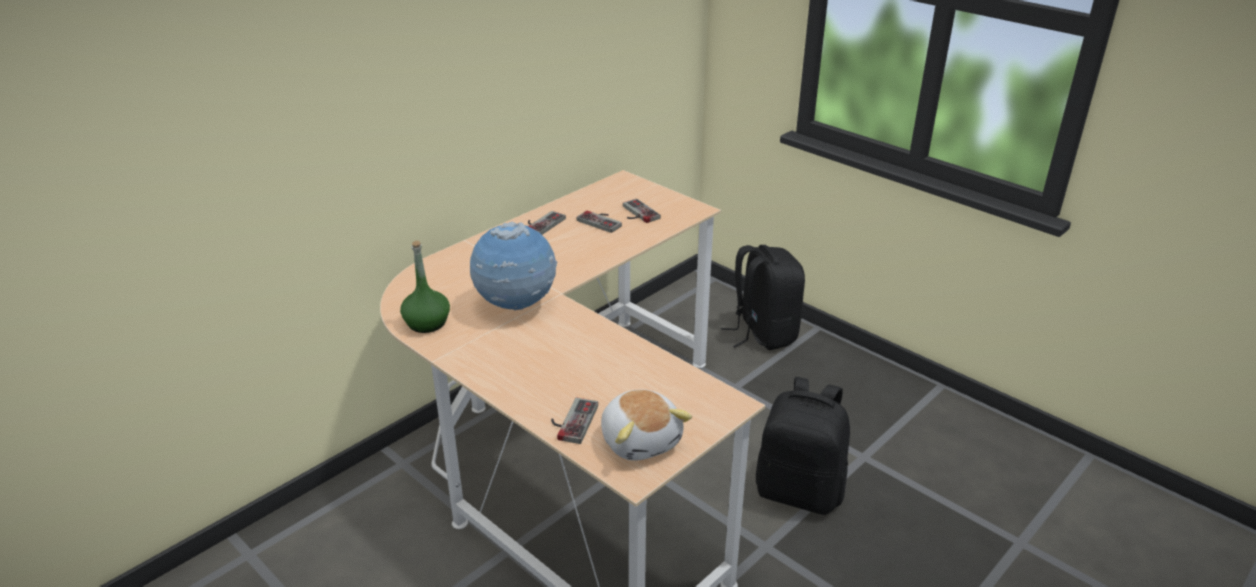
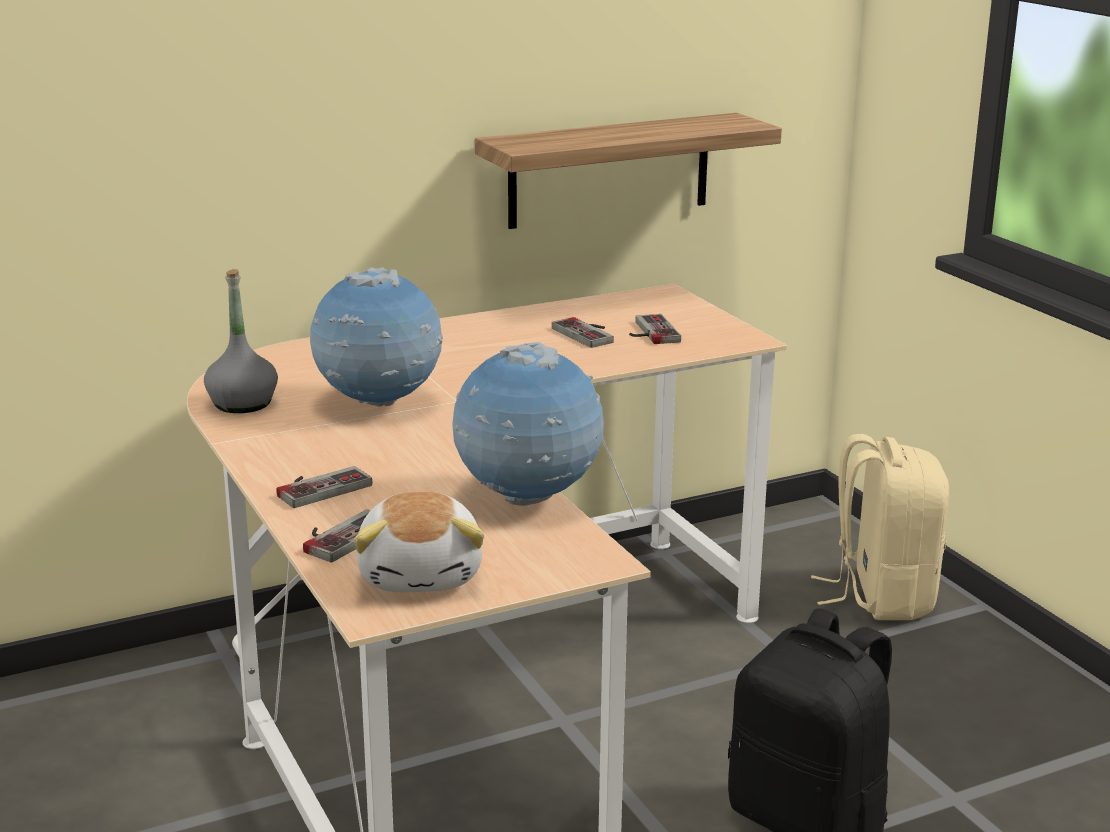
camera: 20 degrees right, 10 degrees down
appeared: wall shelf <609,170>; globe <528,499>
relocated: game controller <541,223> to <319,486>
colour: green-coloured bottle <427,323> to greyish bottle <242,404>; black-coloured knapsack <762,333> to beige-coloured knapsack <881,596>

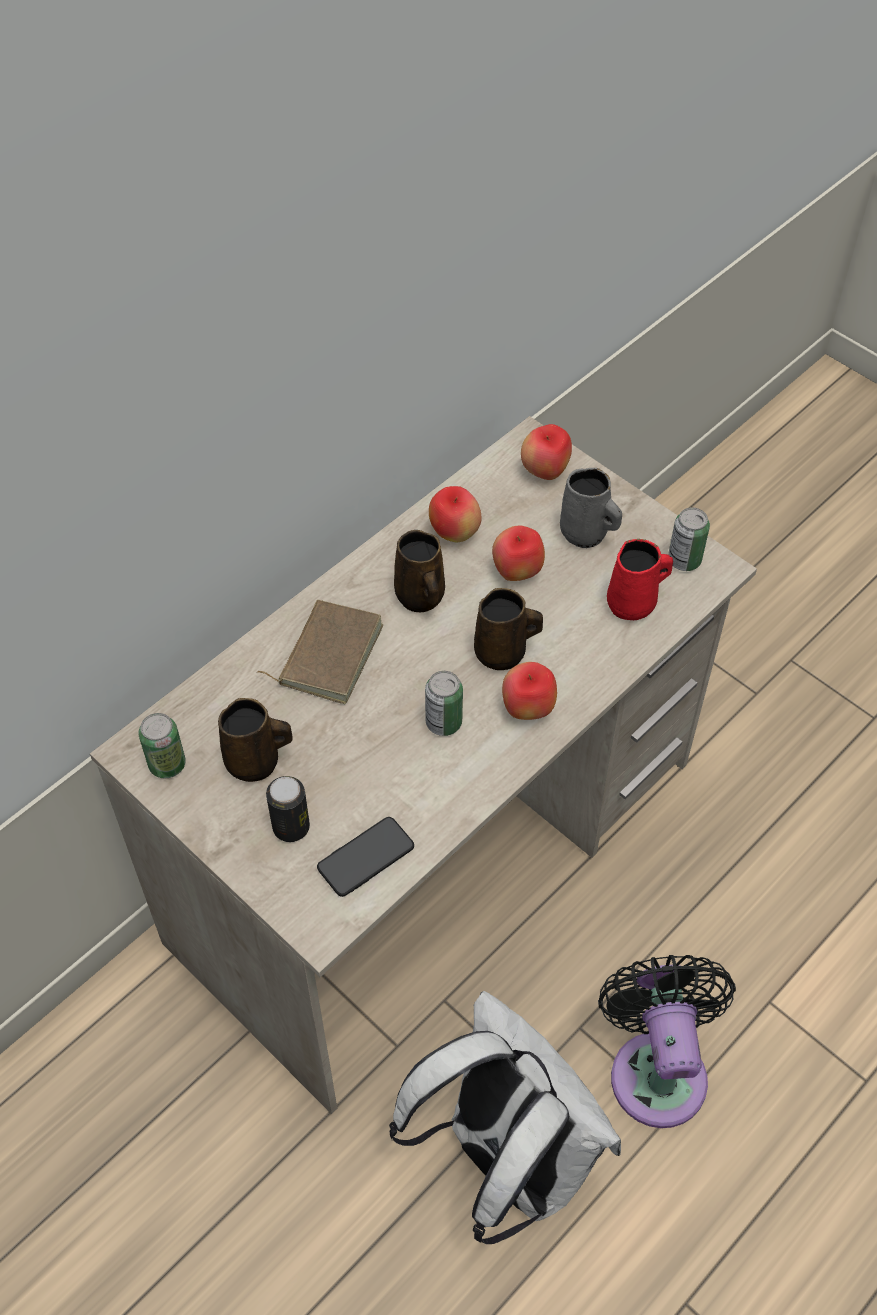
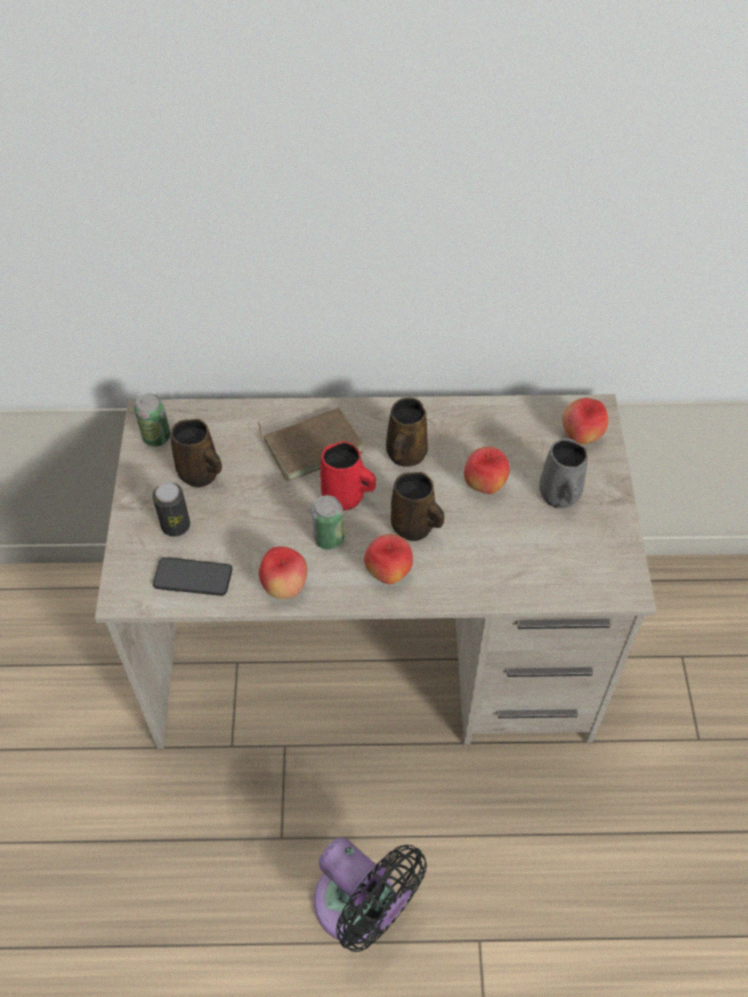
camera: 45 degrees right, 0 degrees up
missing: metal can <684,560>; whitish knapsack <506,1158>
relocated: whole apple <454,533> to <285,587>; reddish coffee mug <633,603> to <346,497>
spun: black-coloured electric fan <657,1068> = <361,907> 90 degrees clockwise

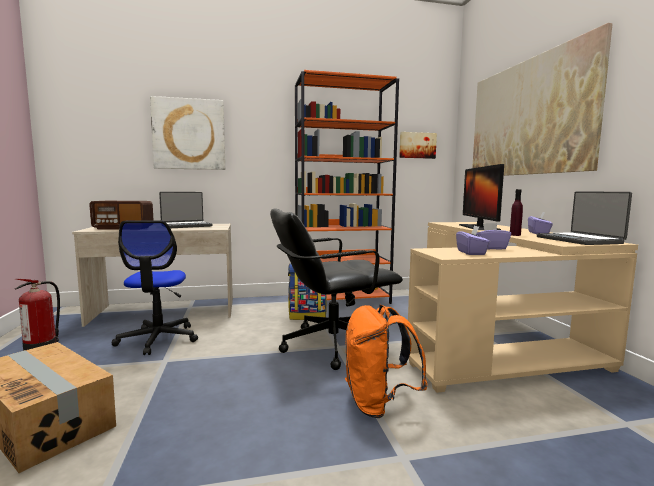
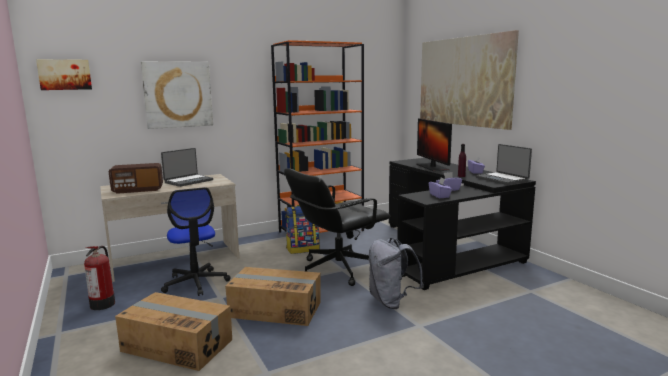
camera: 15 degrees left, 5 degrees up
appeared: cardboard box <275,309>
relocated: wall picture <417,145> to <65,74>
colour: beige-coloured desk <494,338> to black-coloured desk <448,250>; orangey knapsack <378,404> to greyish knapsack <391,302>

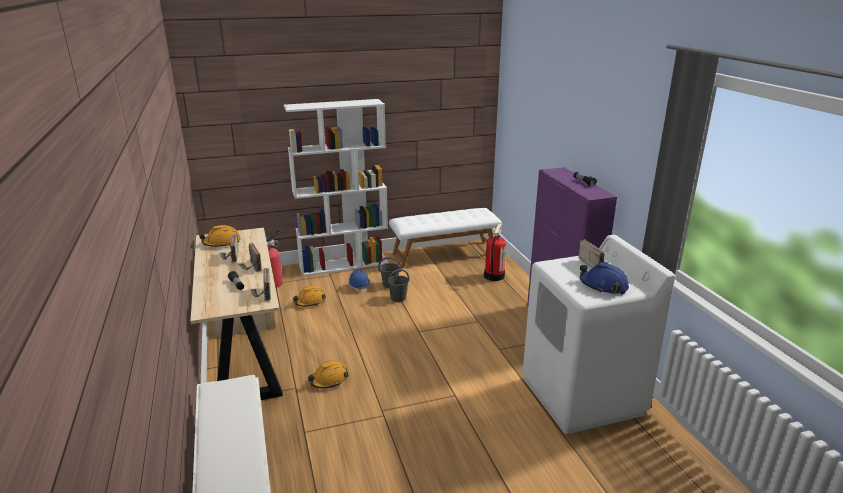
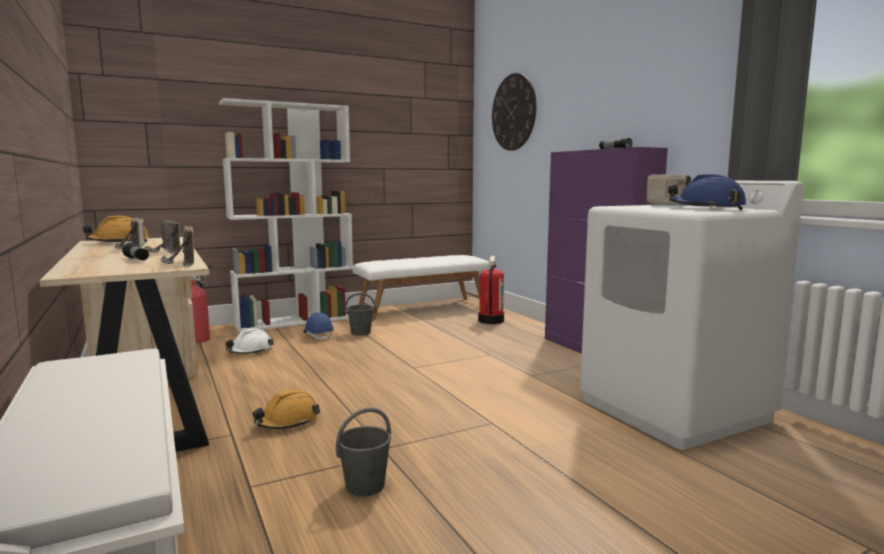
camera: 10 degrees left, 15 degrees down
appeared: wall clock <513,112>
relocated: greyish bucket <398,298> to <366,485>
colour: orangey safety helmet <310,301> to whitish safety helmet <250,351>

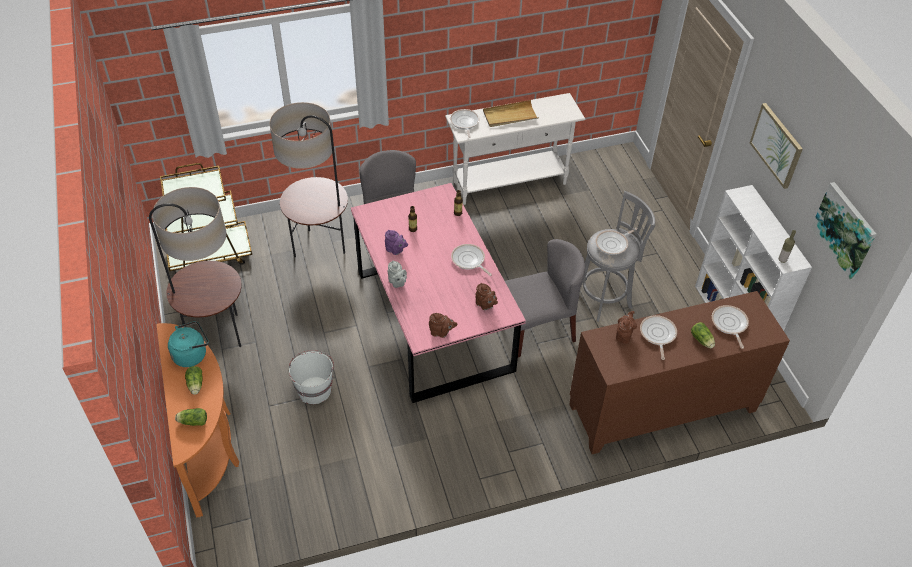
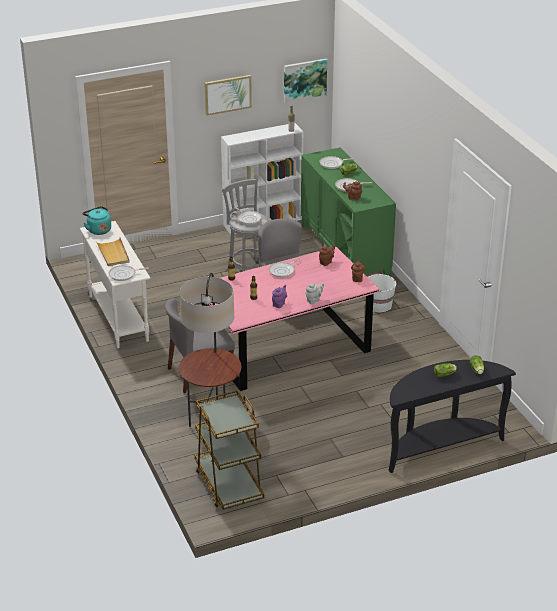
camera: 95 degrees left, 15 degrees down
missing: floor lamp <217,334>
relocated: turquoise water kettle <192,354> to <98,230>; whitish bucket <314,389> to <378,305>
colour: brownish cabinet <662,409> to green-coloured cabinet <345,249>; orangey narrow table <209,444> to black-coloured narrow table <439,446>

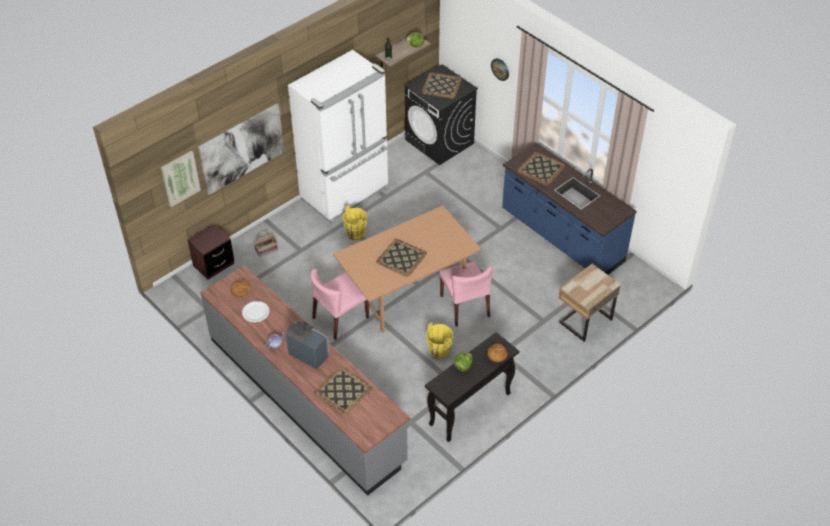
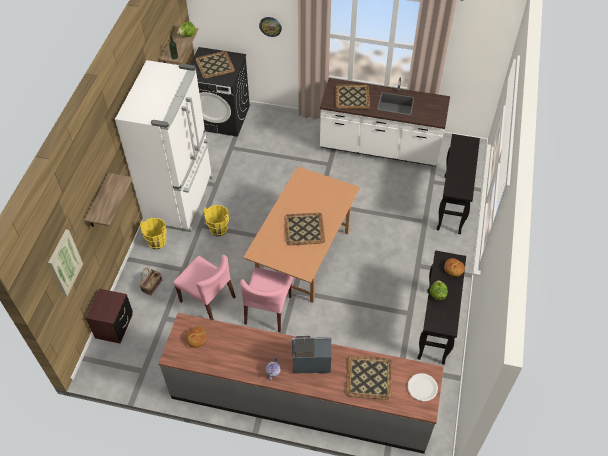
camera: 35 degrees left, 5 degrees up
relocated: pinkish plain chair <465,306> to <208,299>; whitish dinner plate <256,312> to <422,387>; yellow bucket <439,351> to <157,242>
exchanged: wall picture <242,148> to wall shelf <98,202>; beige-coloured nightstand <584,320> to black-coloured narrow table <452,205>
colour: blue-coloured kitchen counter <561,237> to whitish kitchen counter <379,148>

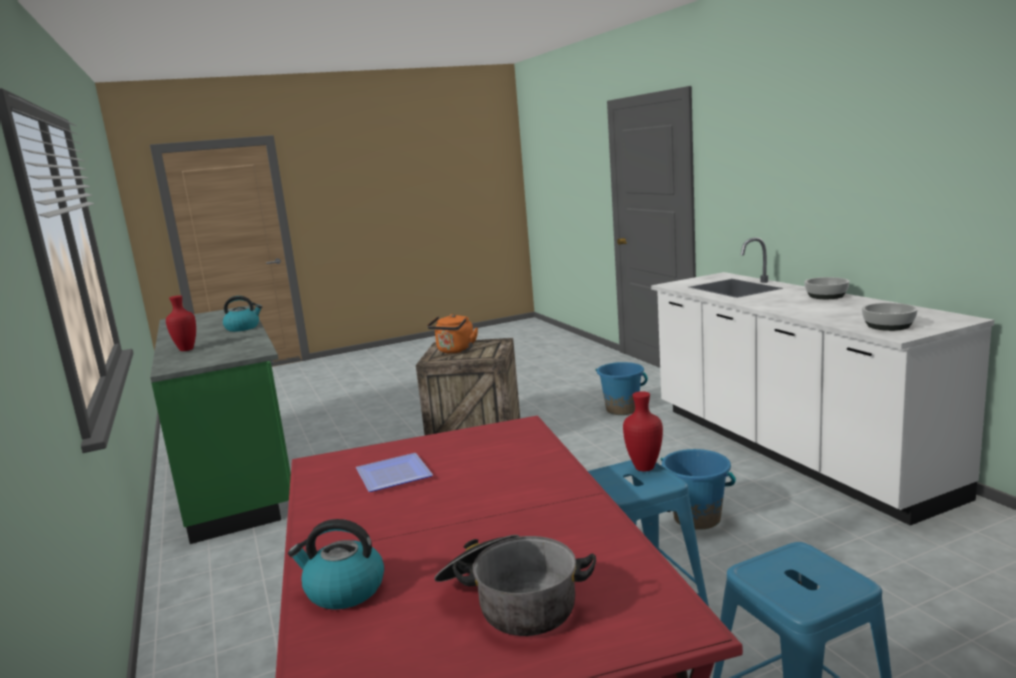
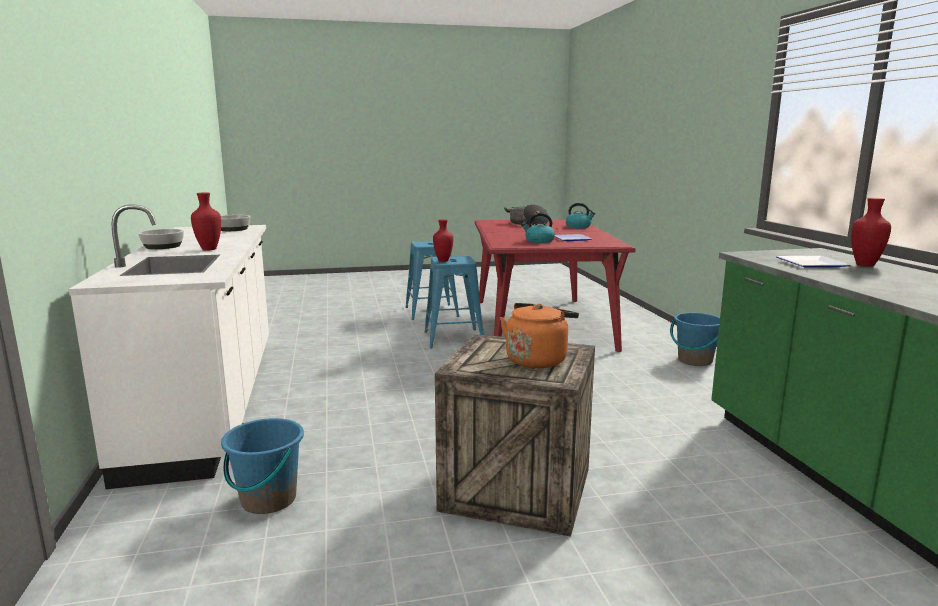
camera: 170 degrees left, 0 degrees up
appeared: reddish flower vase <210,249>; dinner plate <808,264>
relocated: water kettle <243,328> to <539,241>; blue-coloured bucket <697,518> to <694,360>

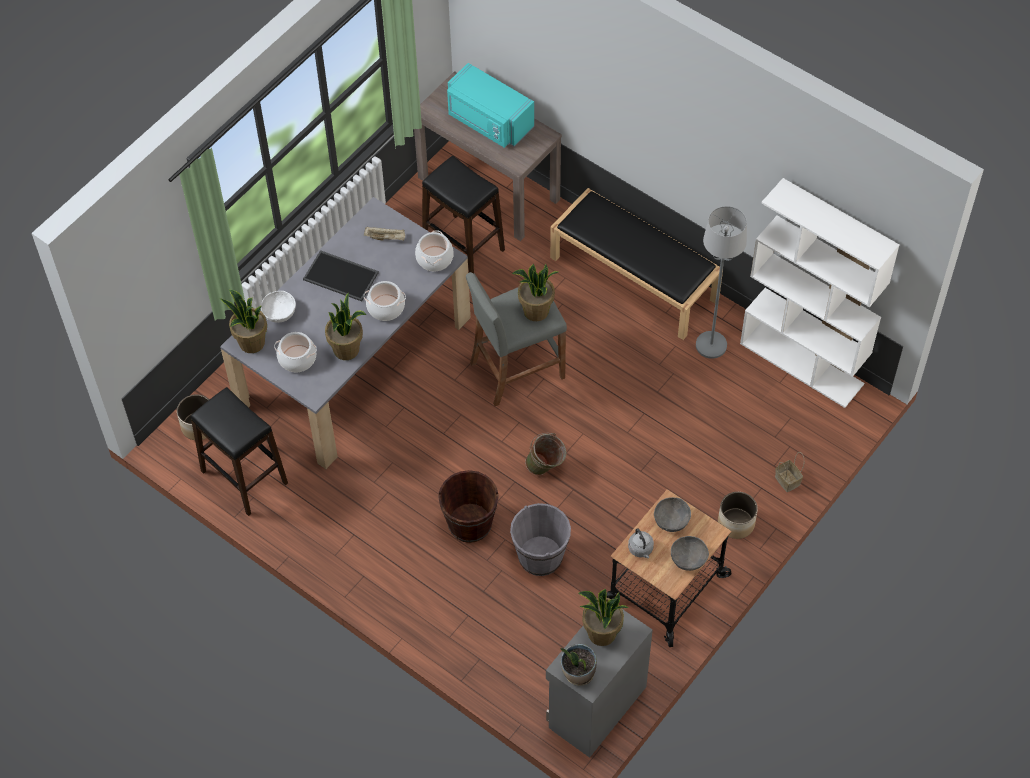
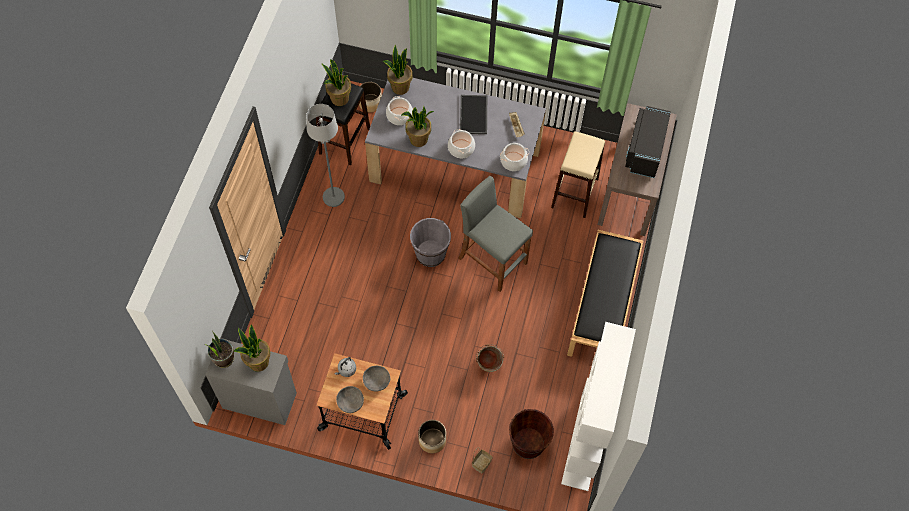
camera: 65 degrees right, 5 degrees up
missing: whitish deep dish <279,313>
relocated: greyish floor lamp <711,345> to <333,197>; potted plant <536,311> to <339,99>; green-coloured bucket <546,468> to <488,366>; brownish bucket <470,524> to <528,443>; greyish bucket <540,556> to <430,254>
colour: turquoise microwave <488,121> to black-coloured microwave <644,150>; black-coloured stool seat <464,247> to beige-coloured stool seat <575,193>

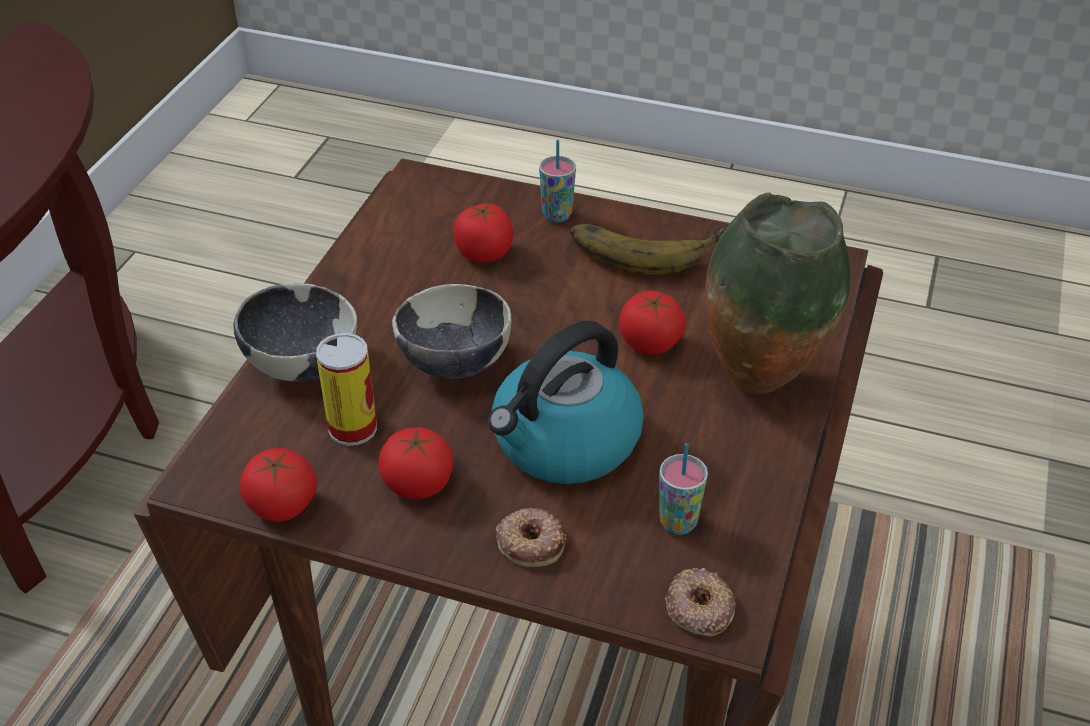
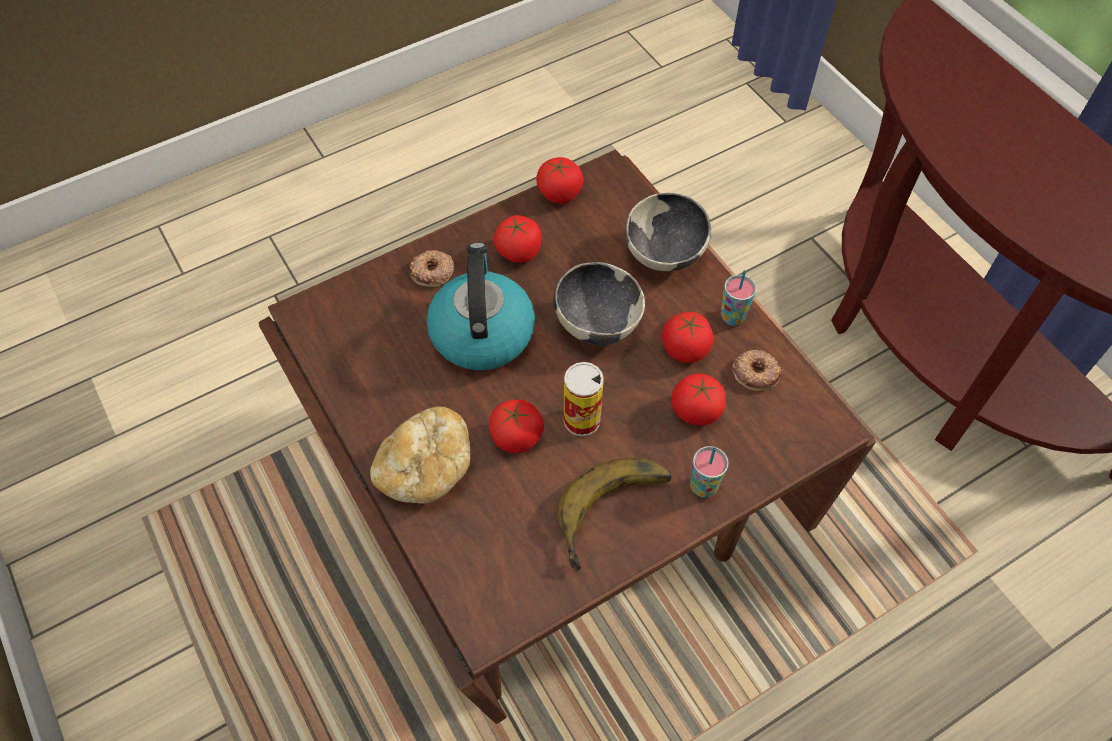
camera: 130 degrees right, 15 degrees up
appeared: fresh tomato <685,349>
relocated: metal can <352,428> to <582,420>; drinking cup <678,522> to <732,317>; donut <699,607> to <755,372>
exchanged: flower vase <760,381> to baked bread <425,469>

